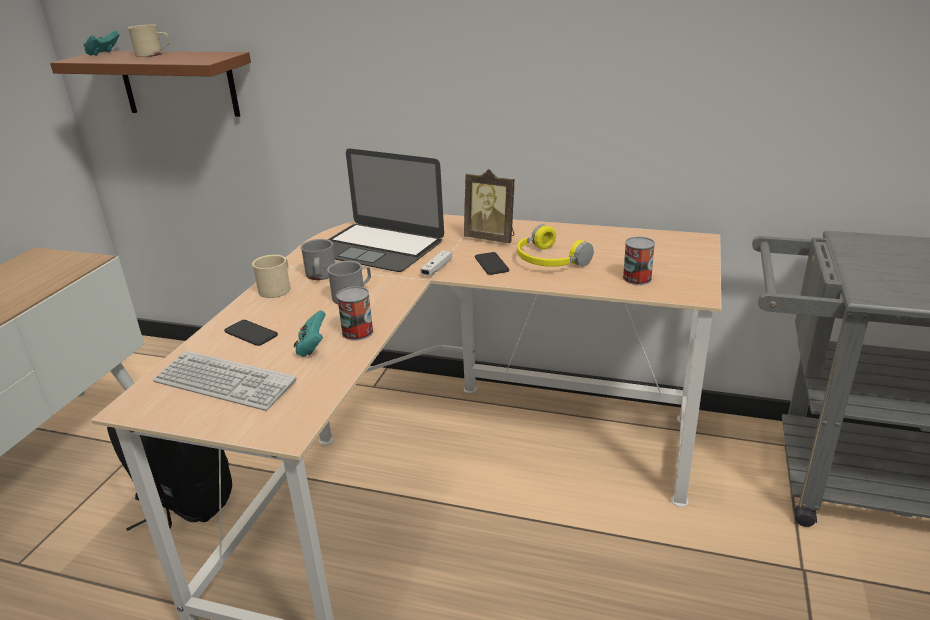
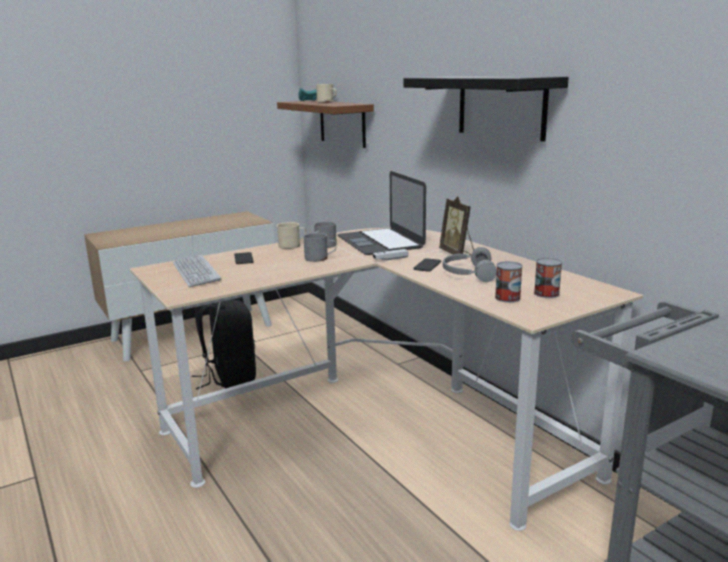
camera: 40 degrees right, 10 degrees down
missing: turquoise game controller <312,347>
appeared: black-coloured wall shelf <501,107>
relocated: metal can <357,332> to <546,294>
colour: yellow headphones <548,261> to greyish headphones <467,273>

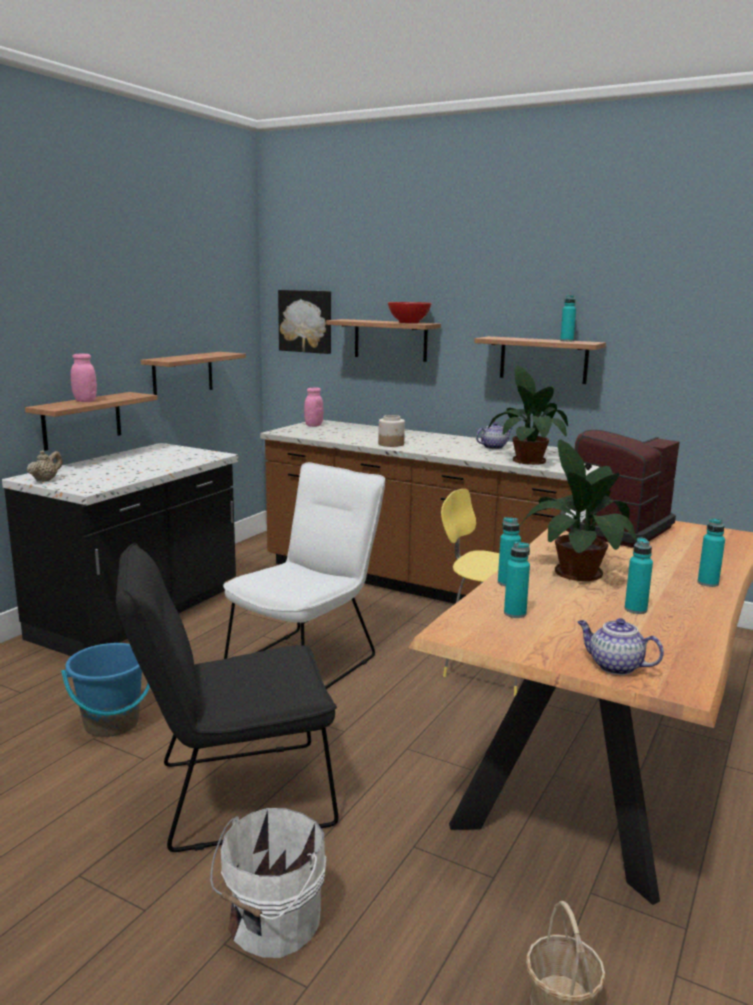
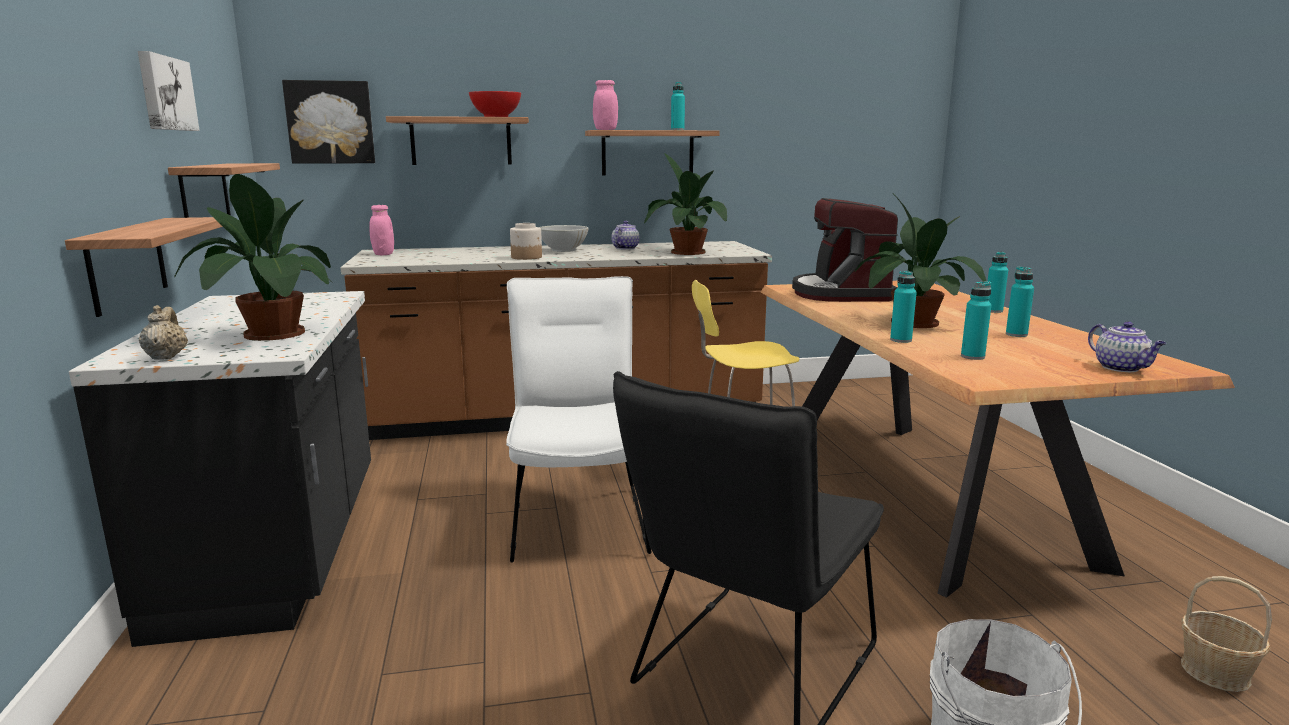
camera: 40 degrees left, 0 degrees up
missing: blue-coloured bucket <111,723>
appeared: wall picture <165,93>; potted plant <270,335>; whitish deep dish <563,250>
relocated: pinkish jar <85,401> to <605,129>
spun: teapot <614,666> = <1122,368> 105 degrees counterclockwise

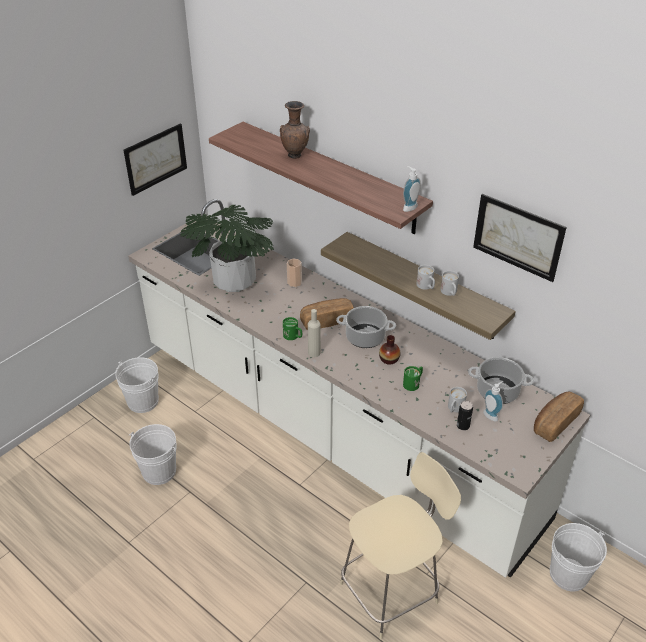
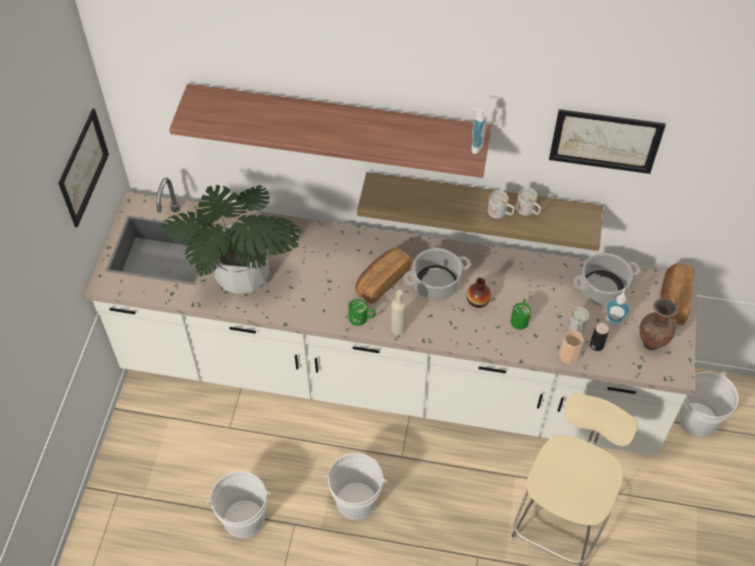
camera: 30 degrees left, 15 degrees up
relocated: brownish flower vase <295,155> to <651,343>; drinking cup <294,282> to <569,356>; whitish bucket <143,401> to <356,501>

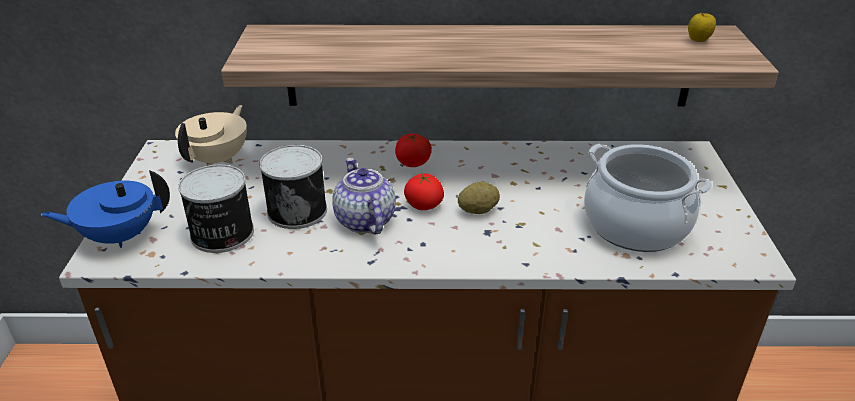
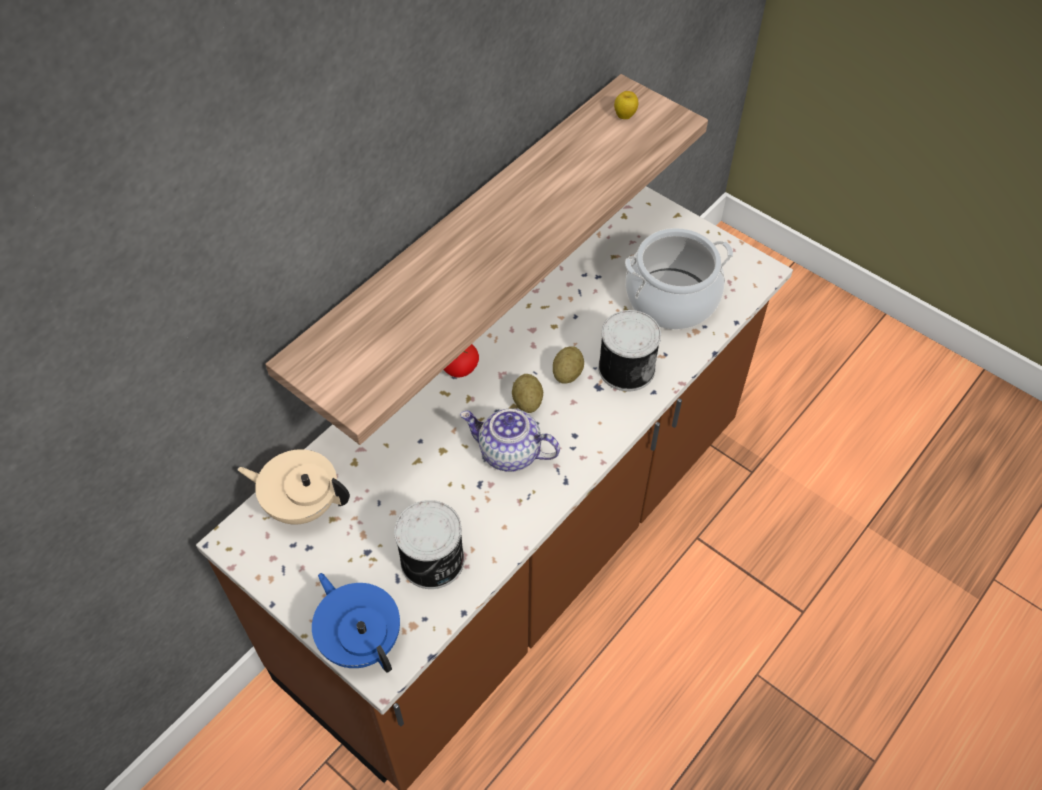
camera: 50 degrees left, 20 degrees up
relocated: metal can <298,210> to <625,367>
exchanged: fresh tomato <424,205> to potato <527,402>
spun: beige-coloured teapot <218,159> = <302,503> 45 degrees counterclockwise; blue-coloured teapot <119,236> = <361,639> 120 degrees clockwise

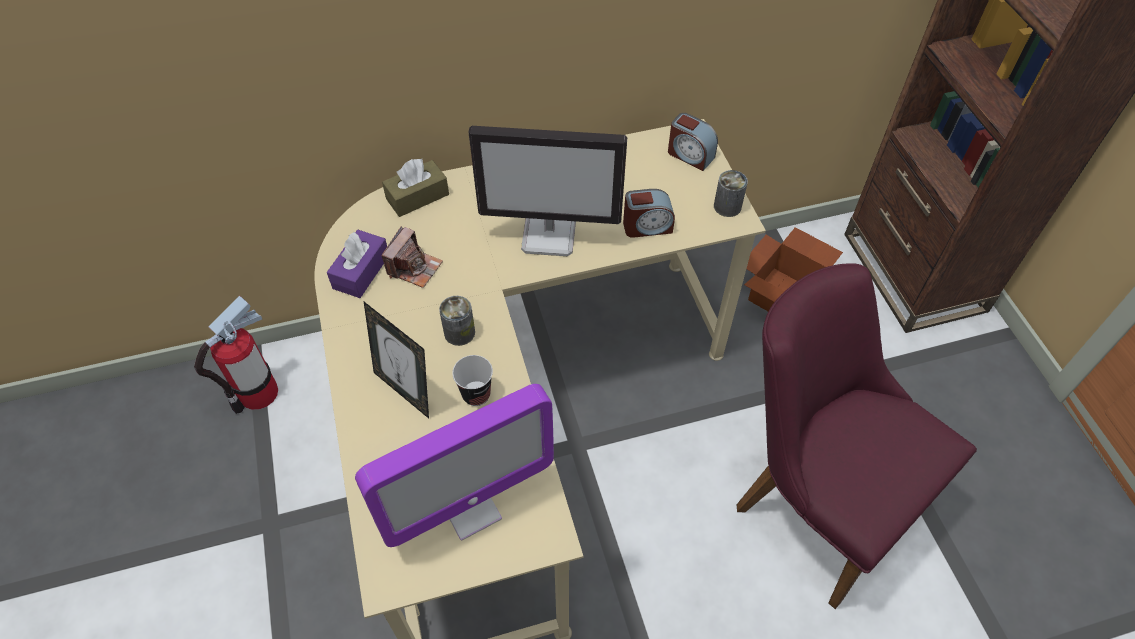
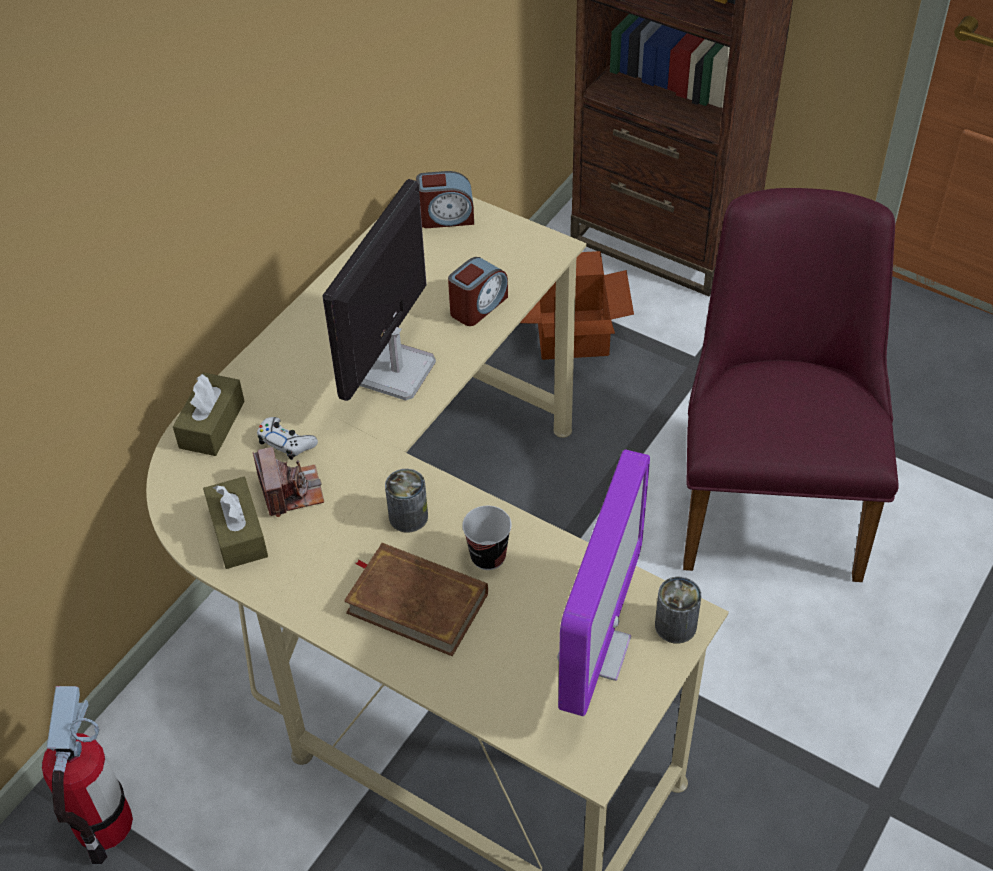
camera: 40 degrees left, 5 degrees down
appeared: whitish game controller <286,442>
relocated: metal can <727,206> to <675,625>
exchanged: picture frame <405,391> to brownish bound book <417,602>
colour: purple-coloured tissue box <361,271> to brownish tissue box <238,532>
spun: computer display <550,235> = <394,372> 150 degrees clockwise; purple-coloured plain chair <812,499> = <771,496> 90 degrees clockwise

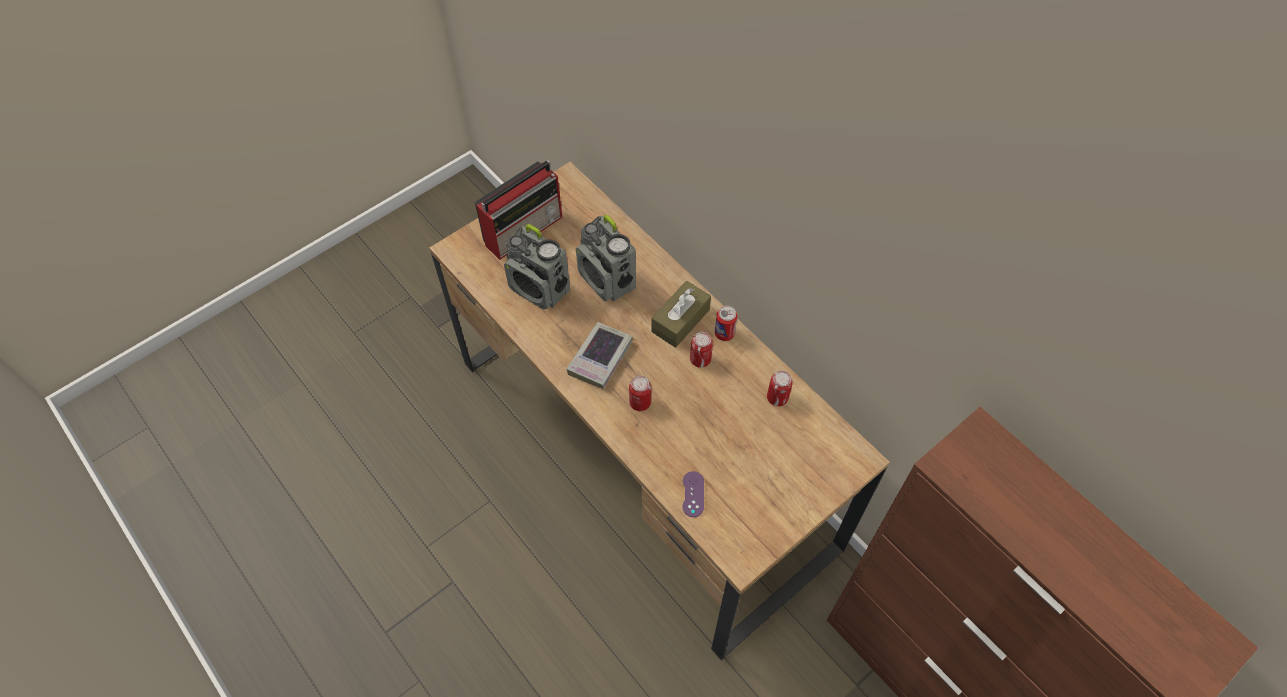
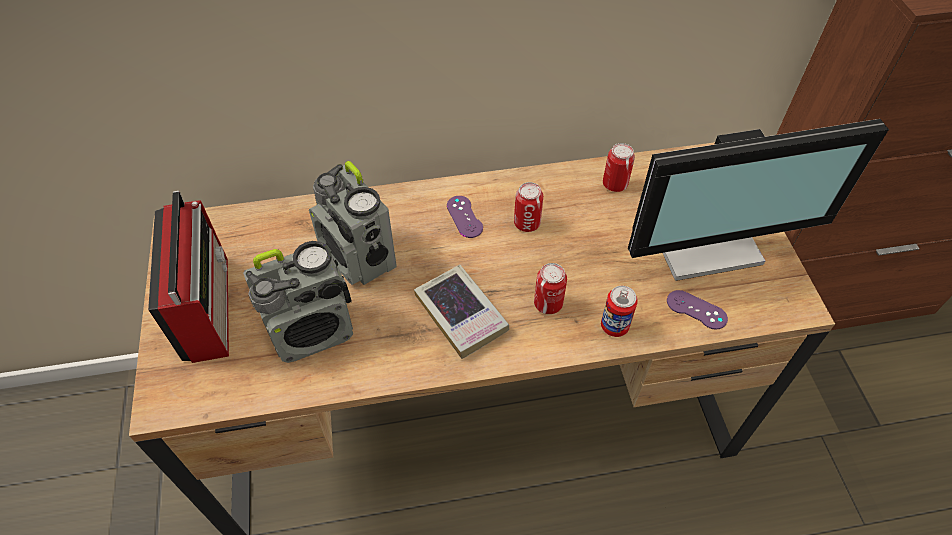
camera: 60 degrees left, 5 degrees down
appeared: computer display <705,241>
relocated: metal can <724,333> to <614,326>
exchanged: brownish tissue box <680,320> to purple-coloured game controller <464,217>
spun: radio <607,281> = <358,257> 60 degrees clockwise

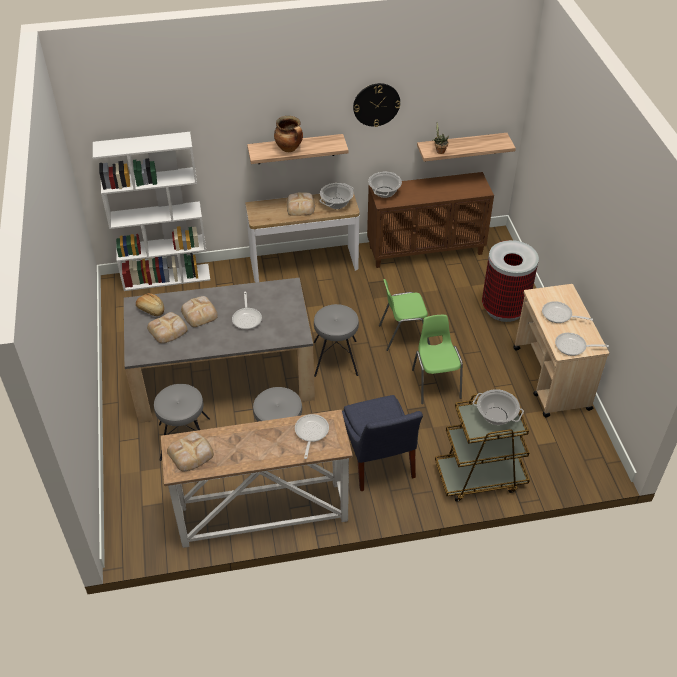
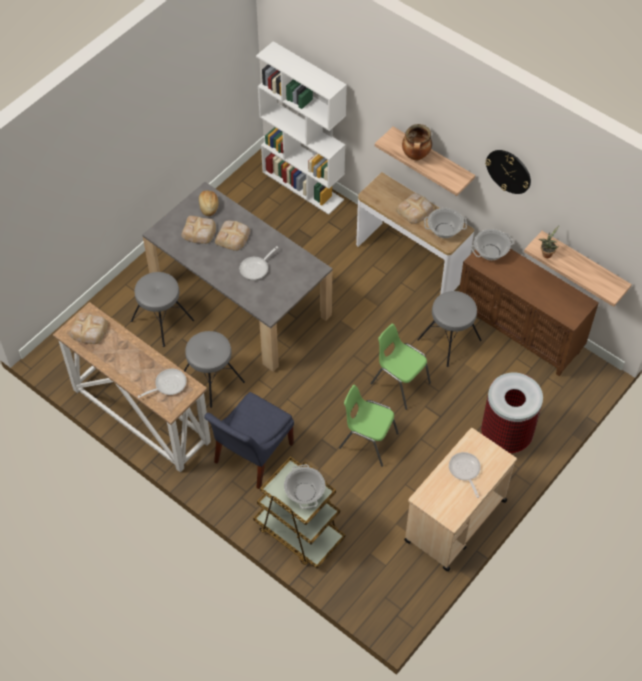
camera: 50 degrees right, 10 degrees up
missing: skillet <573,347>
relocated: greyish stool seat <336,358> to <450,340>
spun: green-coloured plain chair <435,383> = <368,440> 105 degrees counterclockwise

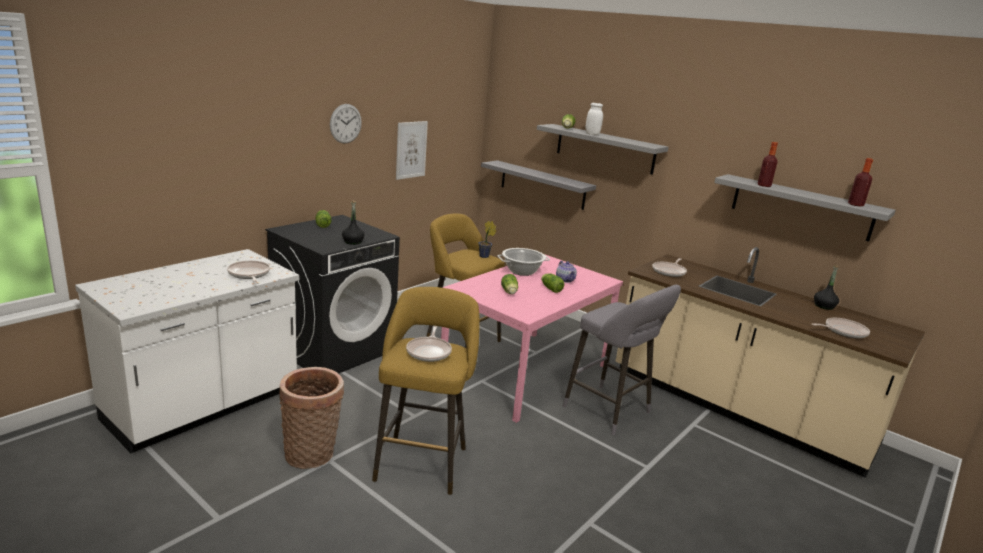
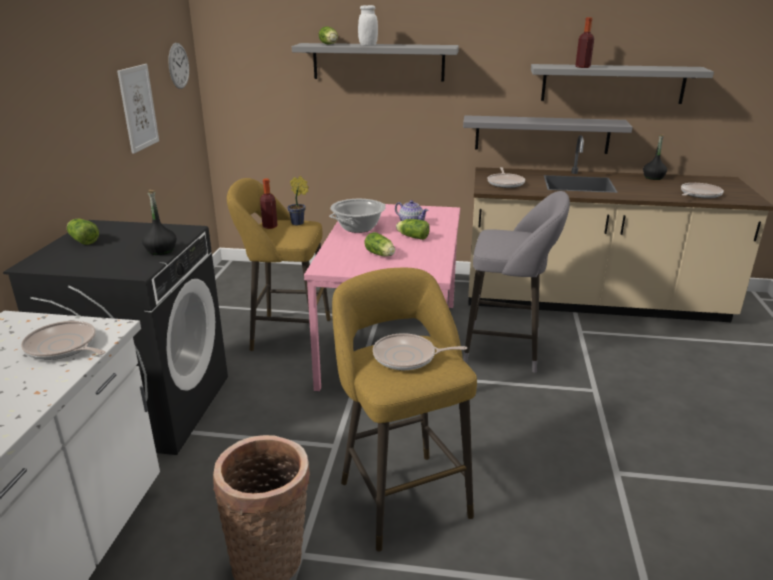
camera: 30 degrees left, 5 degrees up
relocated: wall clock <345,123> to <178,66>; bottle <855,204> to <270,226>; greyish wall shelf <542,185> to <542,134>
spun: skillet <429,351> = <408,357> 120 degrees clockwise

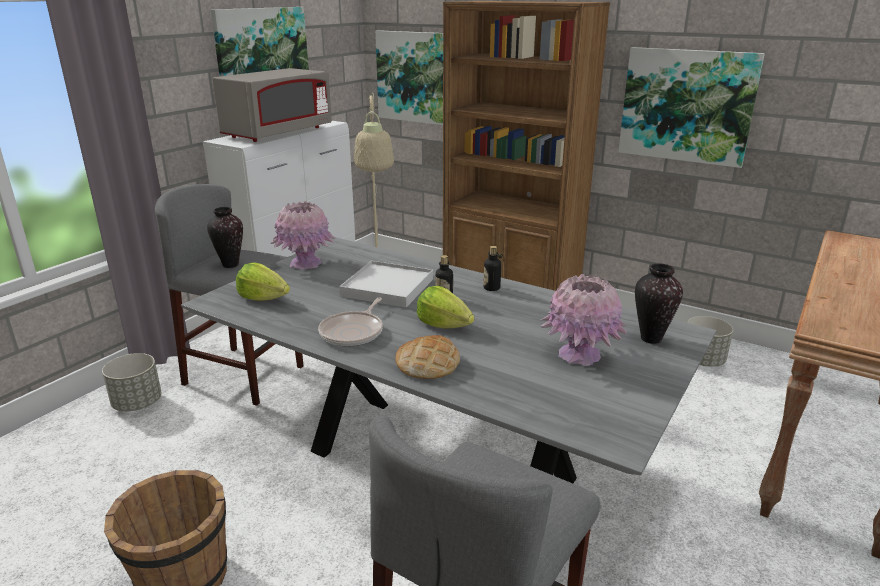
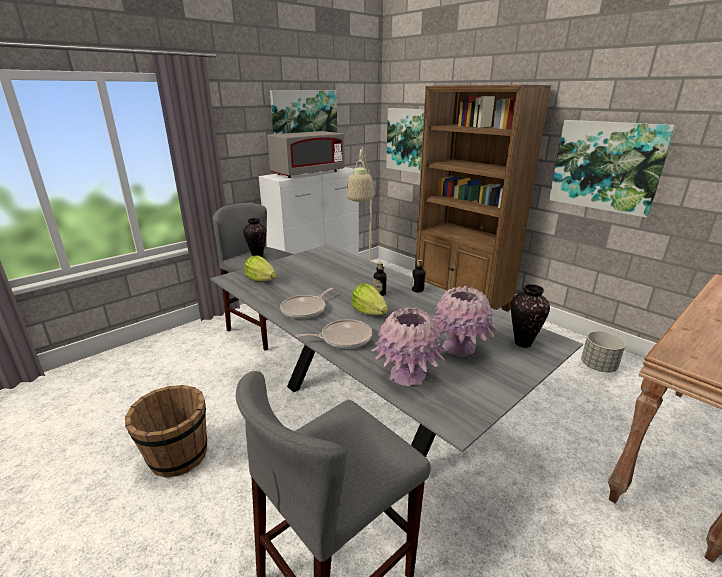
camera: 15 degrees right, 0 degrees up
missing: whitish tray <388,287>; greyish plant pot <138,403>
relocated: pinkish flower vase <305,263> to <407,375>
exchanged: baked bread <428,363> to skillet <343,338>

